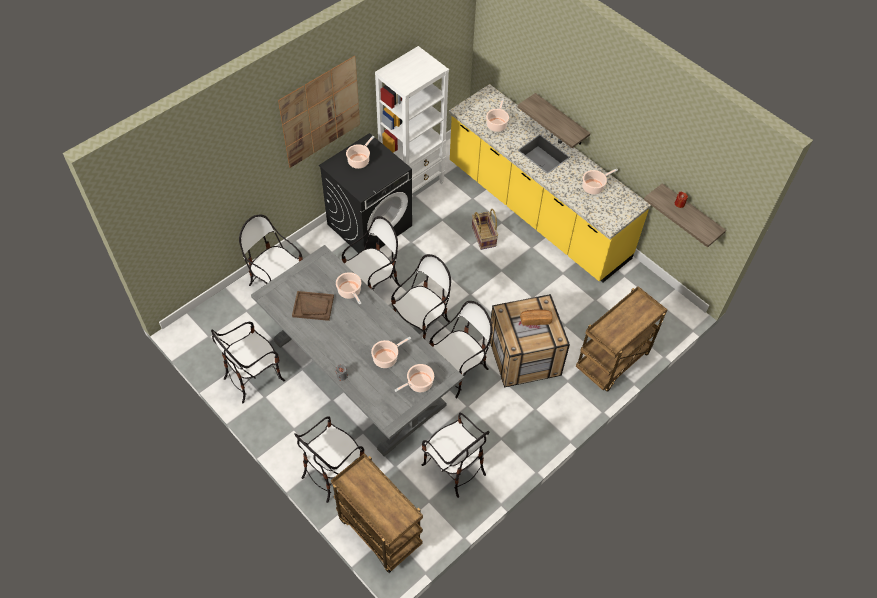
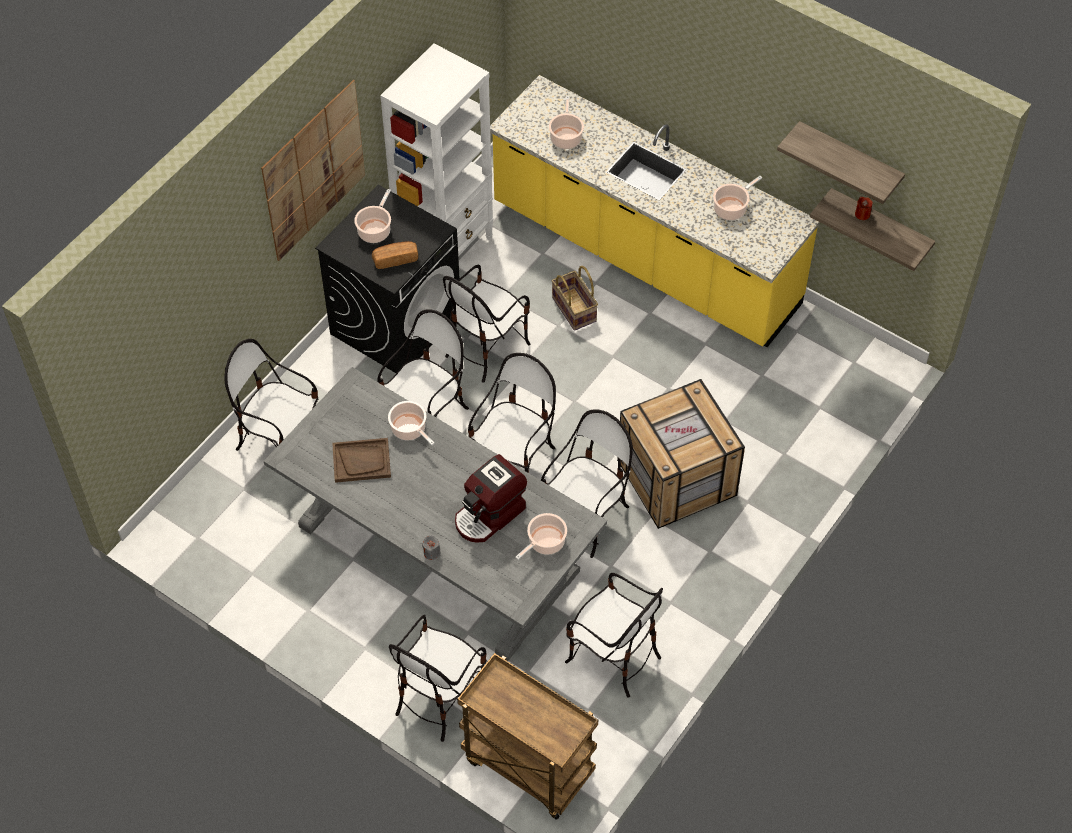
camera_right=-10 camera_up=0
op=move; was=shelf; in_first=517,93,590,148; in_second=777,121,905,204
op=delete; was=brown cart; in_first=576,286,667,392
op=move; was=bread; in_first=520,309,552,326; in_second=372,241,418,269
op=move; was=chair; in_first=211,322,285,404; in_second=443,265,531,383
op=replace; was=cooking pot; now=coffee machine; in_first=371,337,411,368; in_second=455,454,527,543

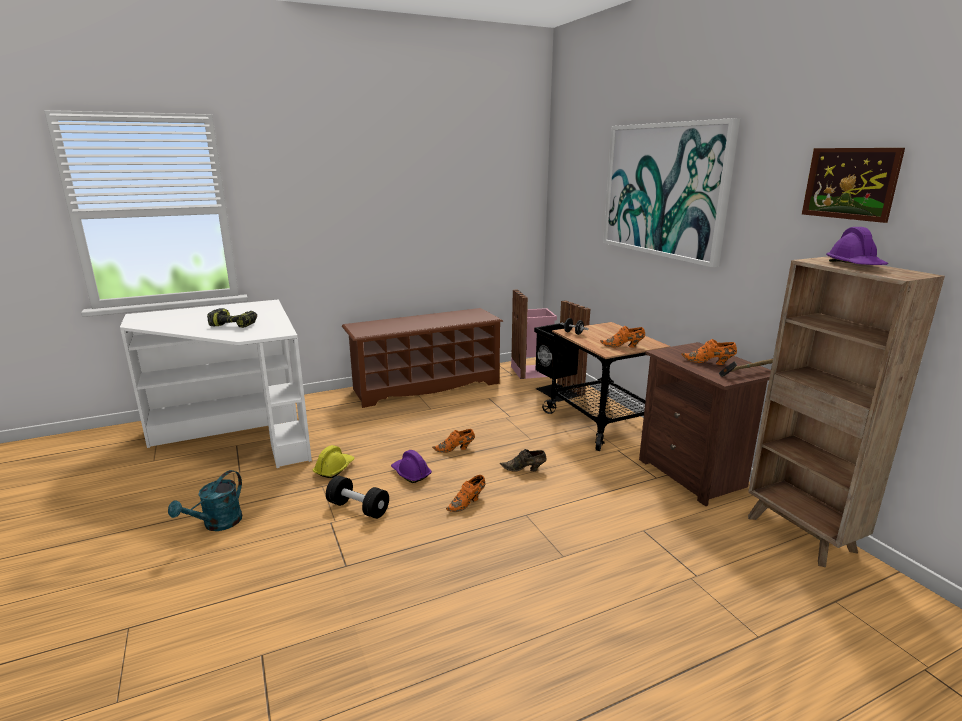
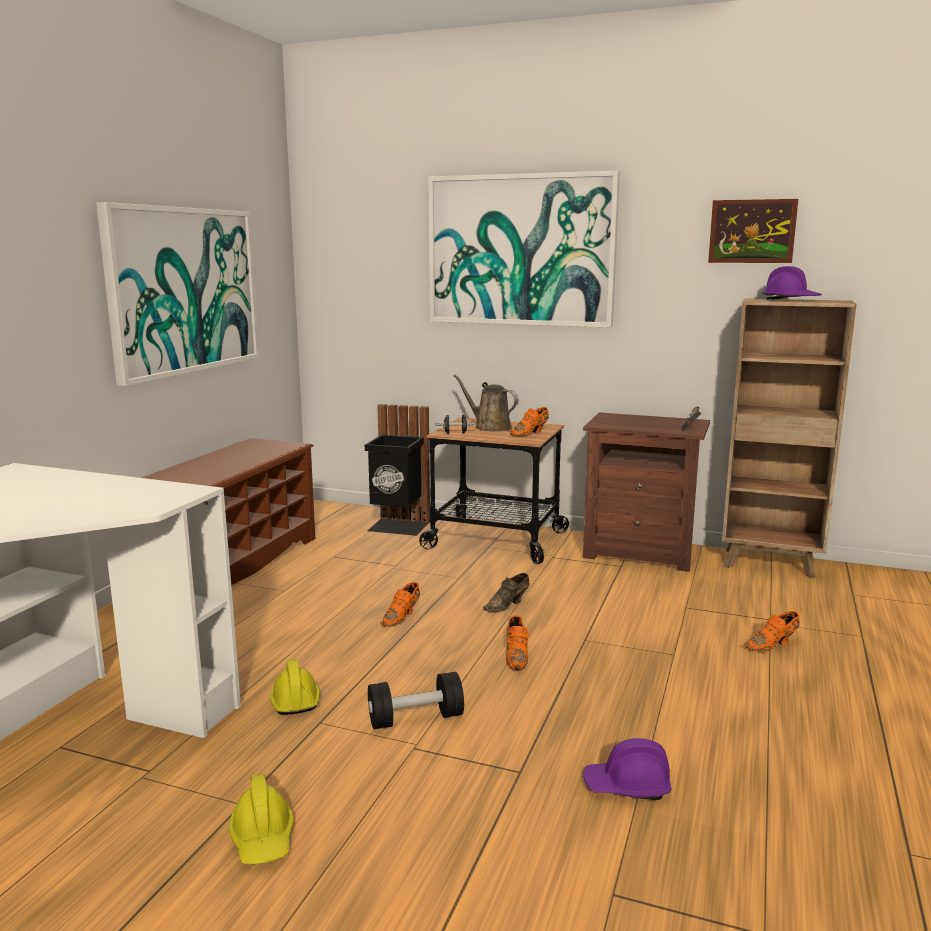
camera_right=-45 camera_up=-5
op=delete; was=pink trash can; in_first=511,290,557,379
op=delete; was=power drill; in_first=207,308,257,328
op=move; was=orange shoe; in_first=681,339,737,365; in_second=745,611,800,651
op=move; was=purple hard hat; in_first=391,450,432,483; in_second=583,738,671,800
op=replace; was=turquoise watering can; now=yellow hard hat; in_first=168,470,242,531; in_second=229,774,294,864
op=insert; now=picture; in_second=96,202,259,386
op=insert; now=brown watering can; in_second=453,374,519,431

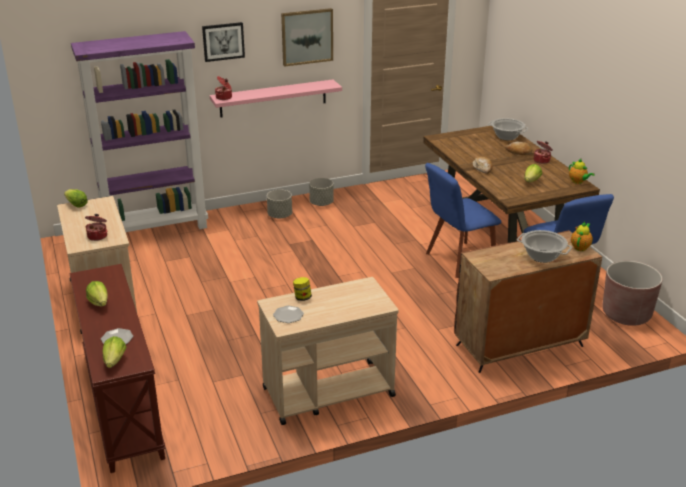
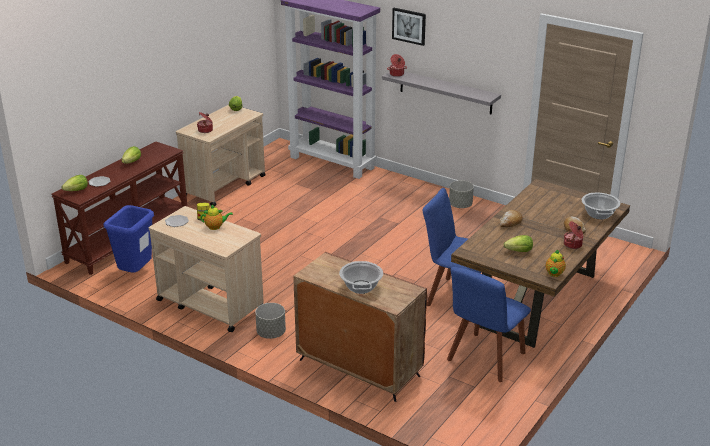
camera_right=55 camera_up=0
op=delete; was=picture; in_first=281,8,333,67
op=recolor; was=pink shelf; now=grey shelf; in_first=210,79,342,117; in_second=382,71,501,115
op=move; was=grey planter; in_first=267,190,292,219; in_second=255,303,286,339
op=move; was=teapot; in_first=571,222,593,251; in_second=200,205,233,230
op=delete; was=brown planter; in_first=603,261,663,326
op=insert; now=blue trash can; in_second=103,205,154,273

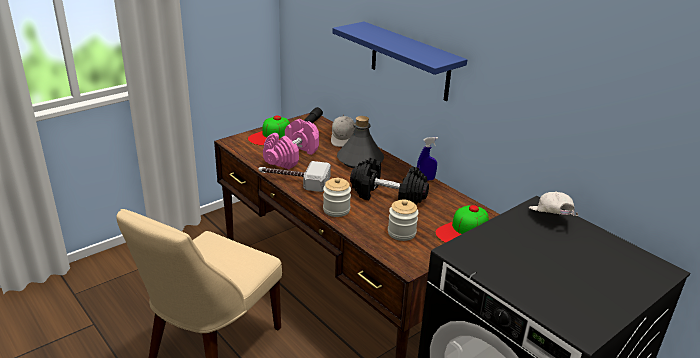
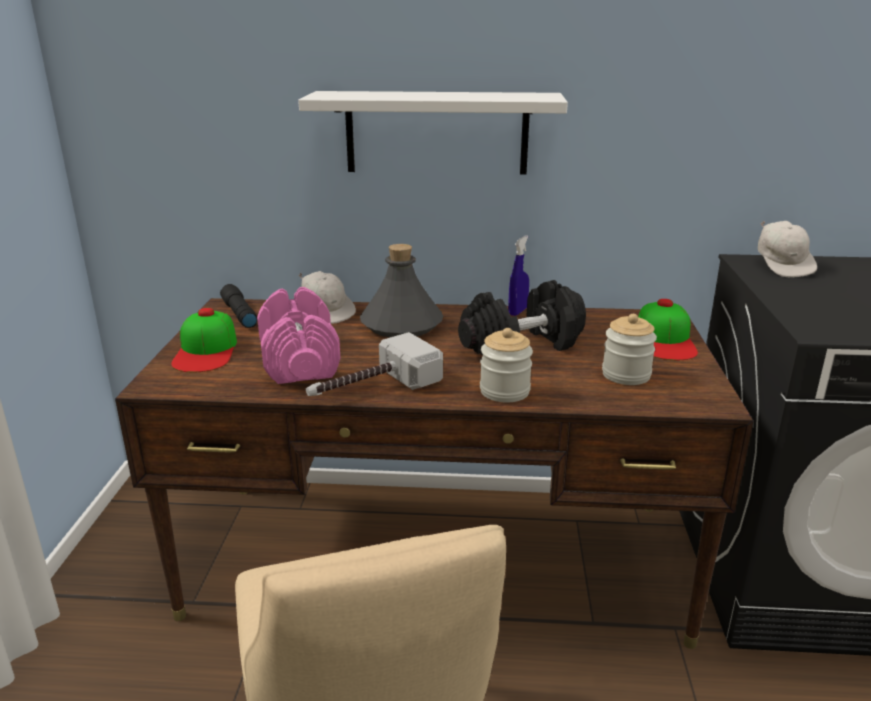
camera_right=-45 camera_up=-5
op=recolor; was=blue shelf; now=white shelf; in_first=333,22,467,101; in_second=298,91,568,175
op=rotate; was=white cap; in_first=529,191,578,216; in_second=758,221,817,277; clockwise=-120

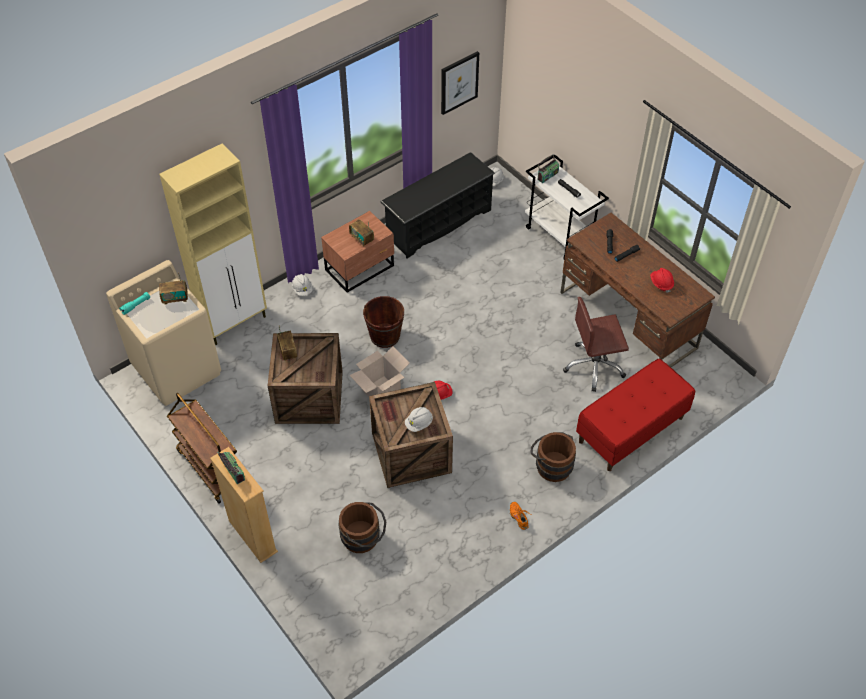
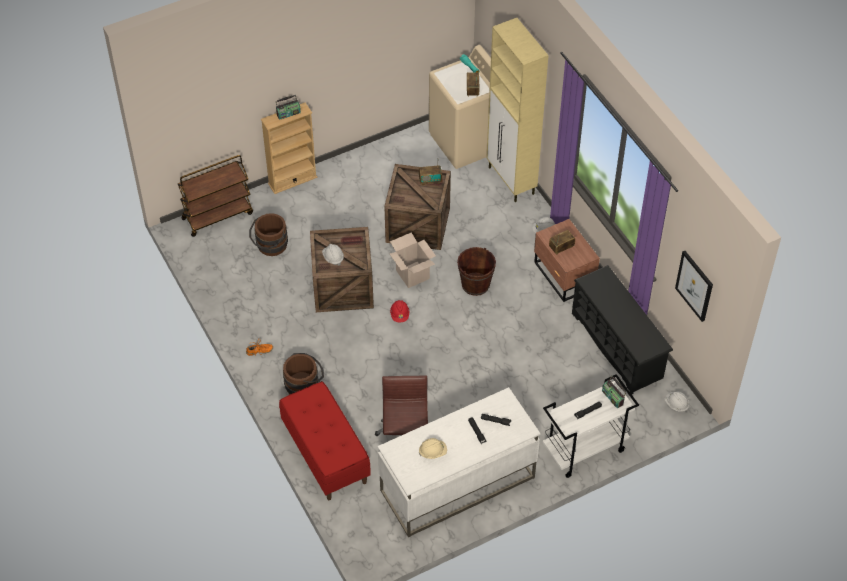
camera_right=100 camera_up=0
op=recolor; was=brown desk; now=white desk; in_first=560,213,715,367; in_second=378,387,541,537
op=recolor; was=red hard hat; now=beige hard hat; in_first=650,268,674,293; in_second=419,438,447,459
op=move; was=brown cart; in_first=167,393,237,503; in_second=178,155,253,237

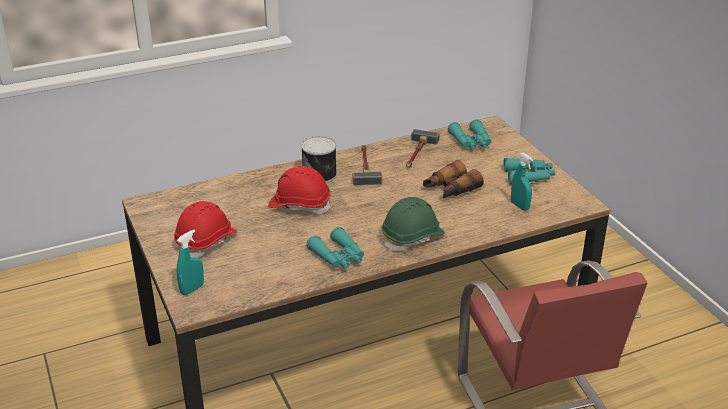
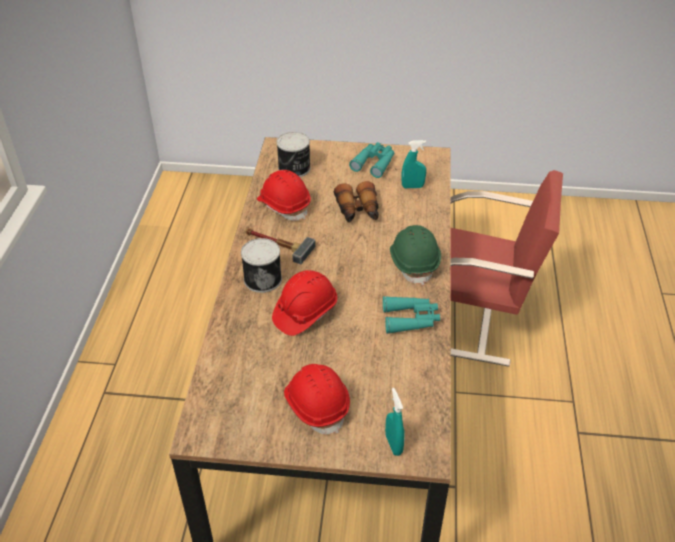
camera_right=-60 camera_up=10
op=replace; was=turquoise binoculars; now=can; in_first=448,119,491,150; in_second=277,132,311,177
op=replace; was=hammer; now=red hard hat; in_first=406,129,440,167; in_second=257,170,311,221

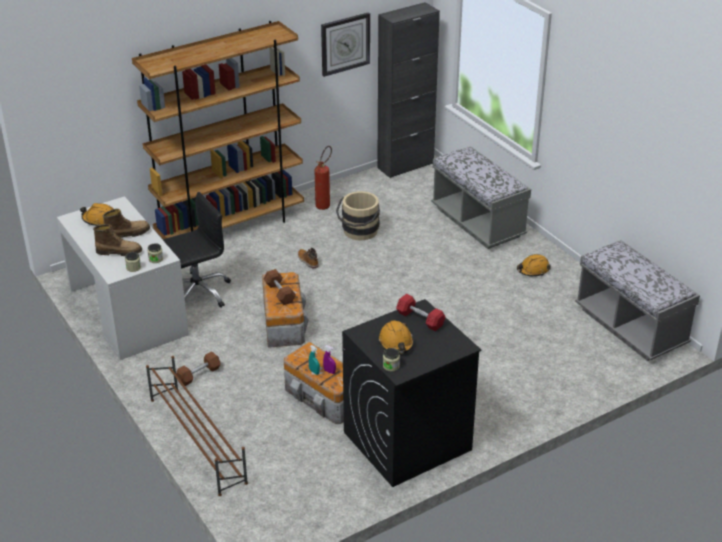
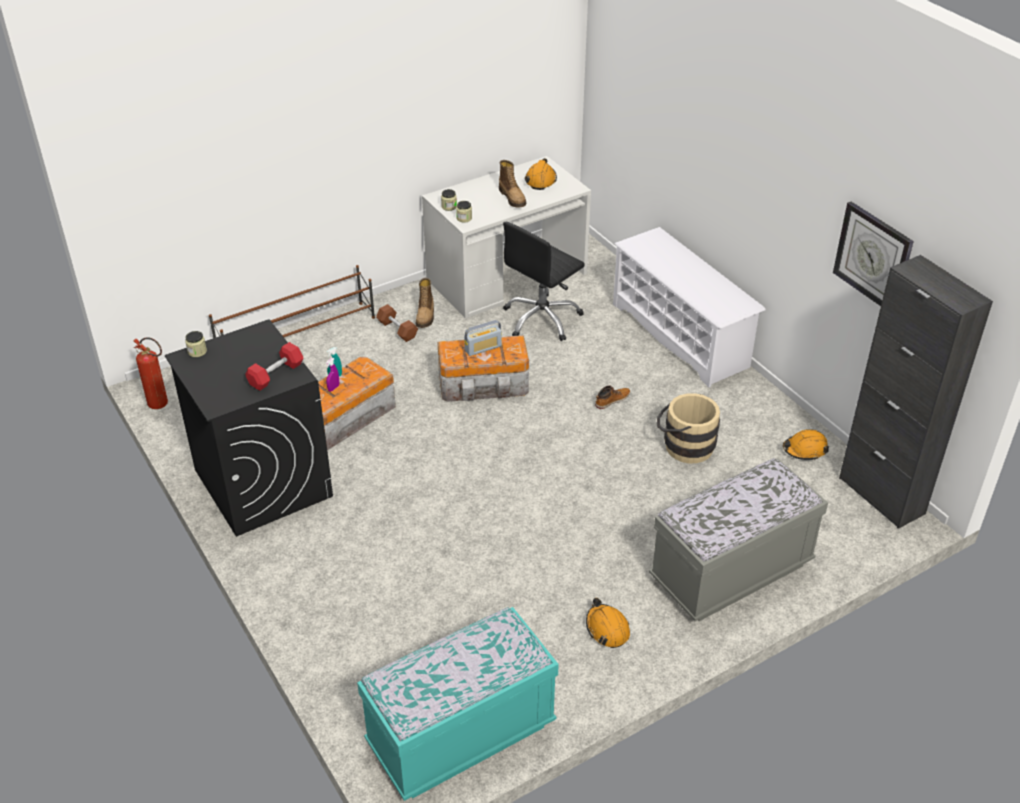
camera_right=90 camera_up=5
op=replace; was=brown bookcase; now=white shoe rack; in_first=132,21,304,239; in_second=613,227,766,387
op=move; was=fire extinguisher; in_first=314,146,332,210; in_second=134,337,168,409
op=rotate; was=black office chair; in_first=163,192,231,308; in_second=503,222,585,341; clockwise=75
op=move; was=boot; in_first=93,224,142,256; in_second=416,278,434,328
op=recolor; was=grey bench; now=turquoise bench; in_first=575,240,700,361; in_second=357,607,559,801
op=replace; was=brown dumbbell; now=radio; in_first=264,269,296,305; in_second=464,320,502,356
op=move; was=orange hard hat; in_first=378,320,414,354; in_second=783,429,829,460

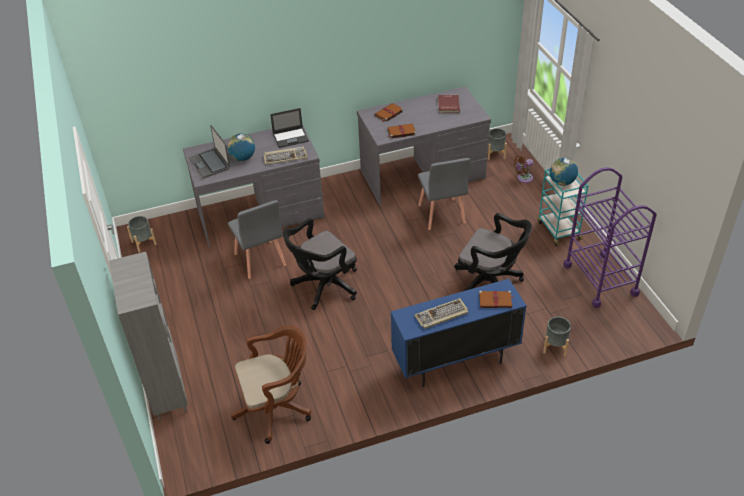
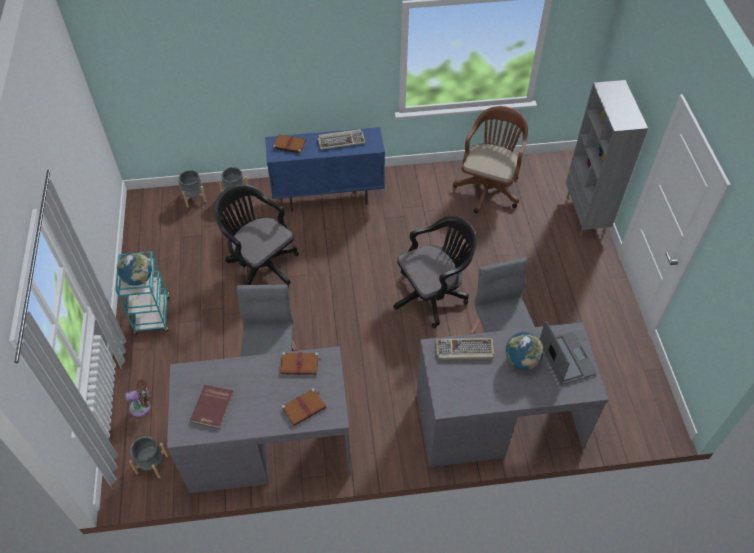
camera_right=-170 camera_up=10
op=delete; was=laptop; in_first=270,108,309,148
op=delete; was=purple cart; in_first=563,167,657,308
op=move; was=grey planter; in_first=127,216,157,252; in_second=178,170,207,208
op=rotate; was=brown office chair; in_first=231,325,311,444; in_second=453,106,528,213; clockwise=120

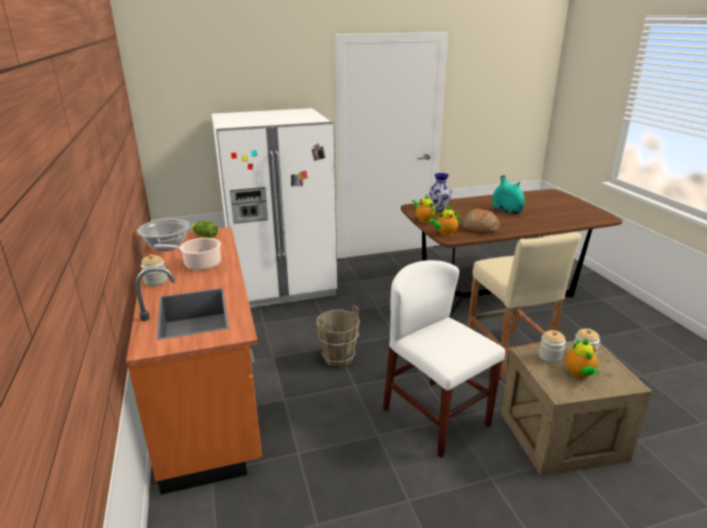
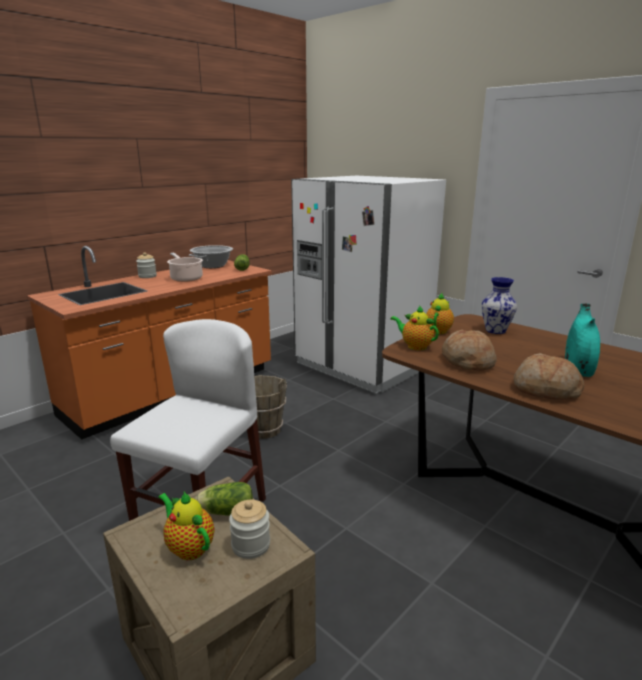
camera_right=60 camera_up=-5
op=delete; was=beige stool; in_first=467,232,581,380
op=replace; was=jar; now=lettuce; in_first=539,330,566,363; in_second=195,482,253,516
op=rotate; was=teapot; in_first=566,339,599,379; in_second=158,492,214,560; clockwise=75
op=insert; now=bread; in_second=513,353,585,400

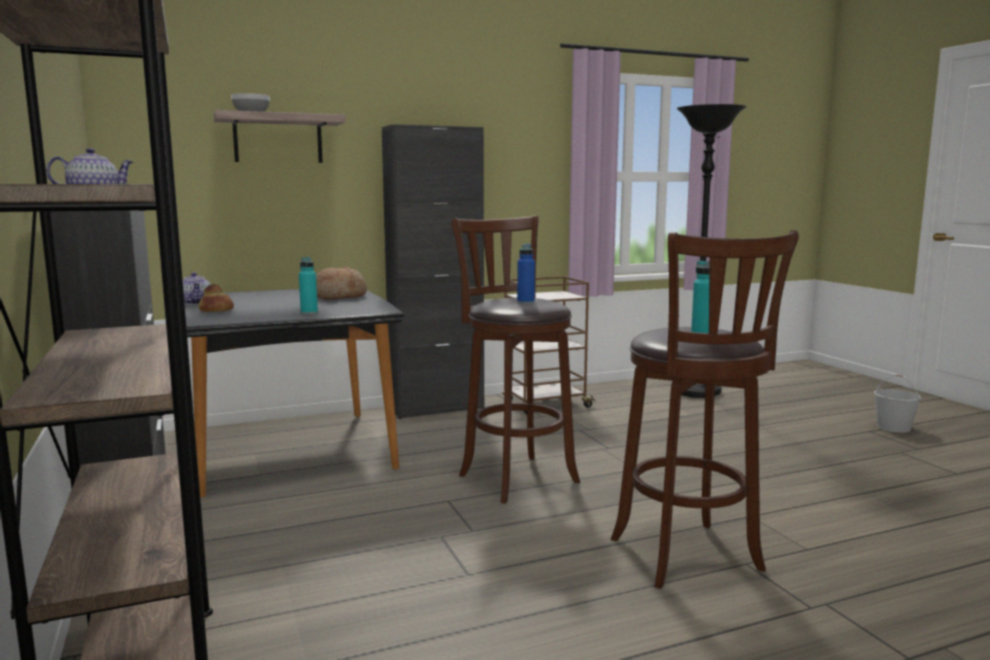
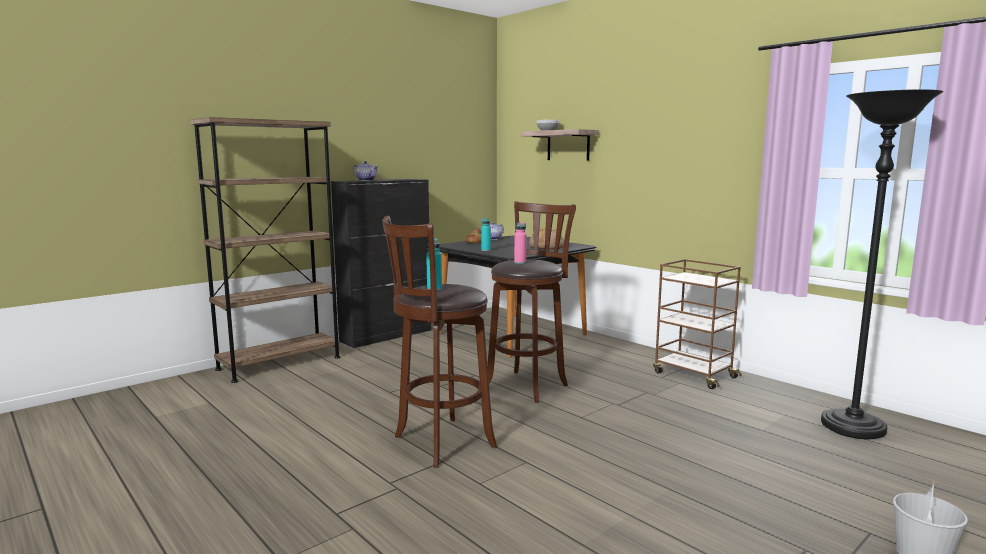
camera_right=70 camera_up=0
op=delete; was=black cabinet; in_first=382,124,484,419
op=recolor; was=blue bottle; now=pink bottle; in_first=517,244,535,304; in_second=514,222,527,264

